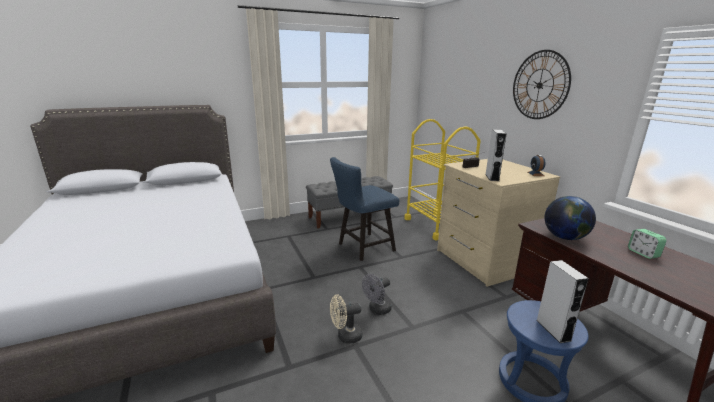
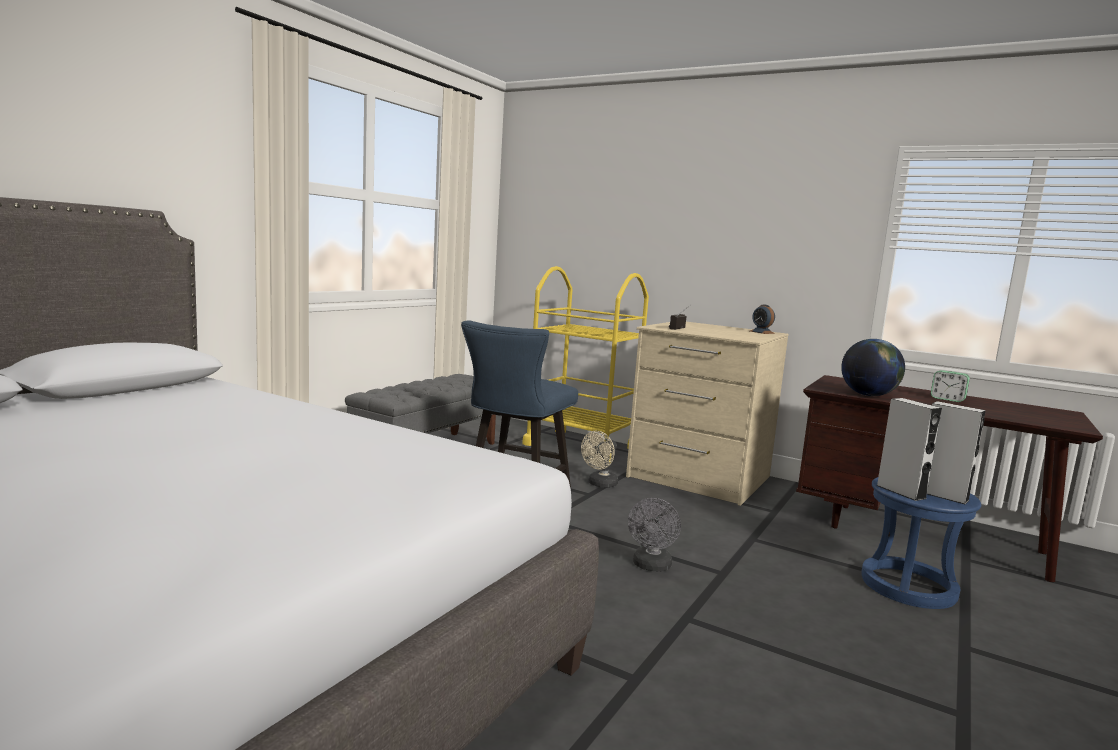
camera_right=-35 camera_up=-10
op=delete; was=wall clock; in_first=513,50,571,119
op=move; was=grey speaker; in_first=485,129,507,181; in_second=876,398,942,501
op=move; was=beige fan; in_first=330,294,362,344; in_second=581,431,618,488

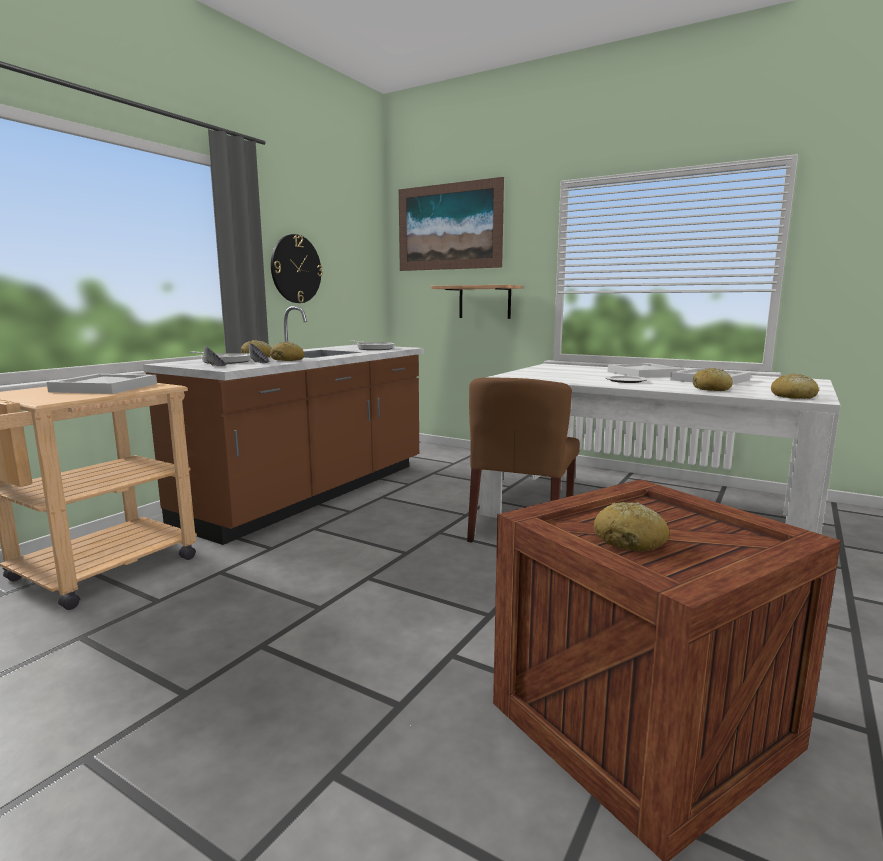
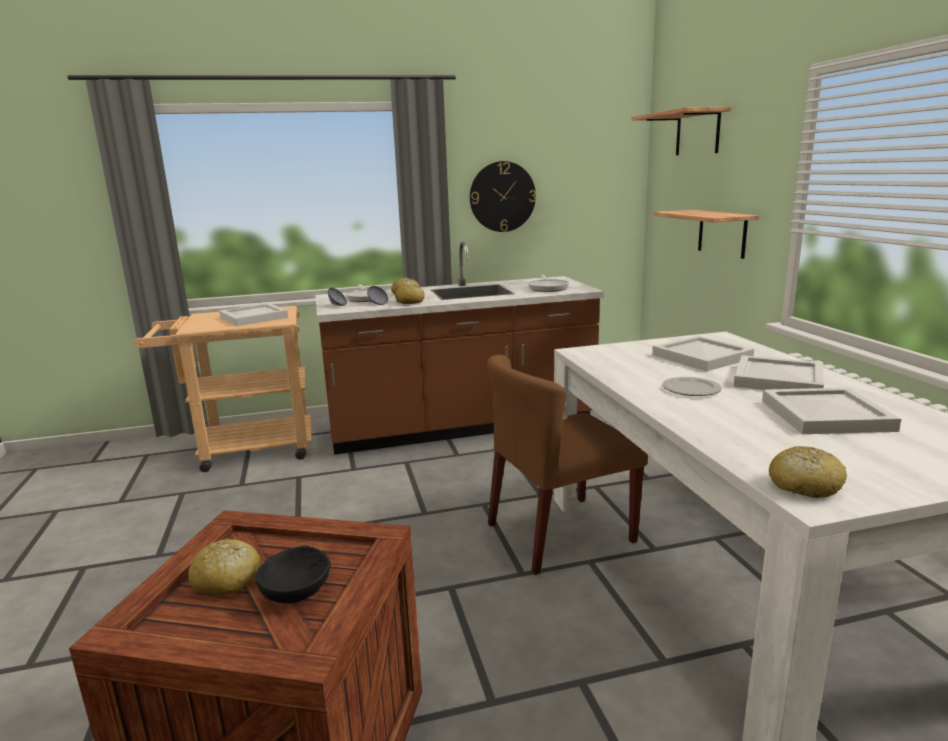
camera_right=45 camera_up=5
op=replace; was=picture; now=shelf; in_first=399,177,504,271; in_second=631,107,731,155
op=delete; was=bread; in_first=693,368,733,391
op=insert; now=white tray; in_second=652,336,754,371
op=insert; now=black bowl; in_second=255,546,331,603

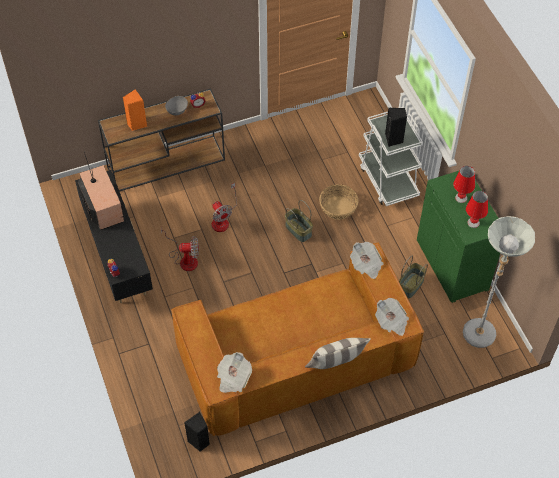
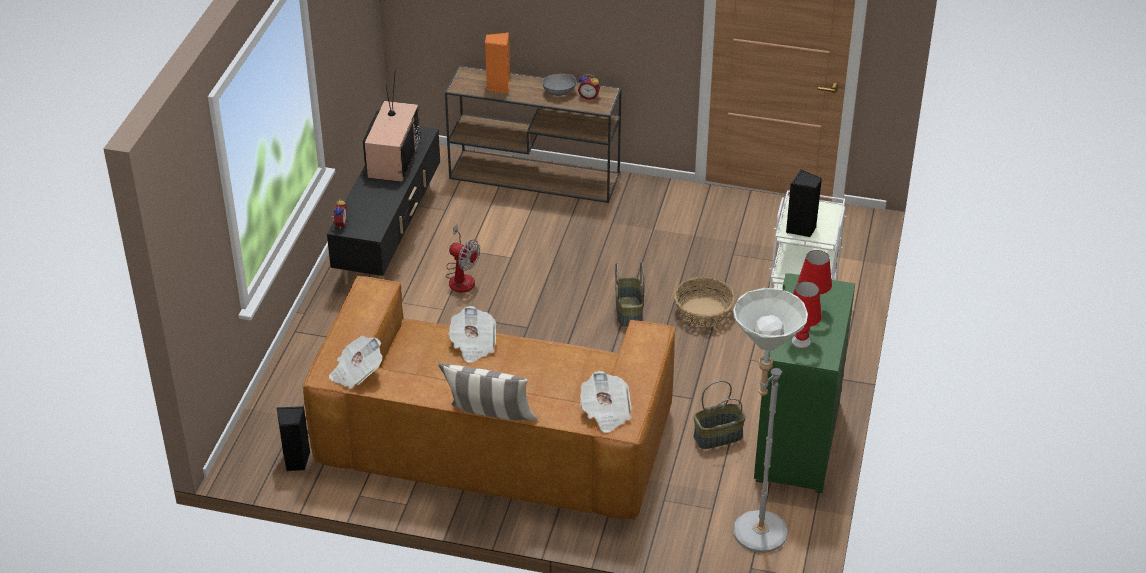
camera_right=35 camera_up=-15
op=delete; was=fan; in_first=212,183,237,232
op=move; was=newspaper; in_first=350,242,384,279; in_second=448,306,496,363

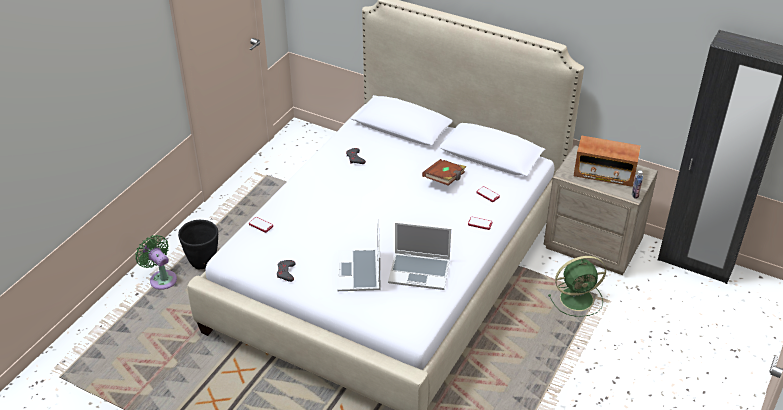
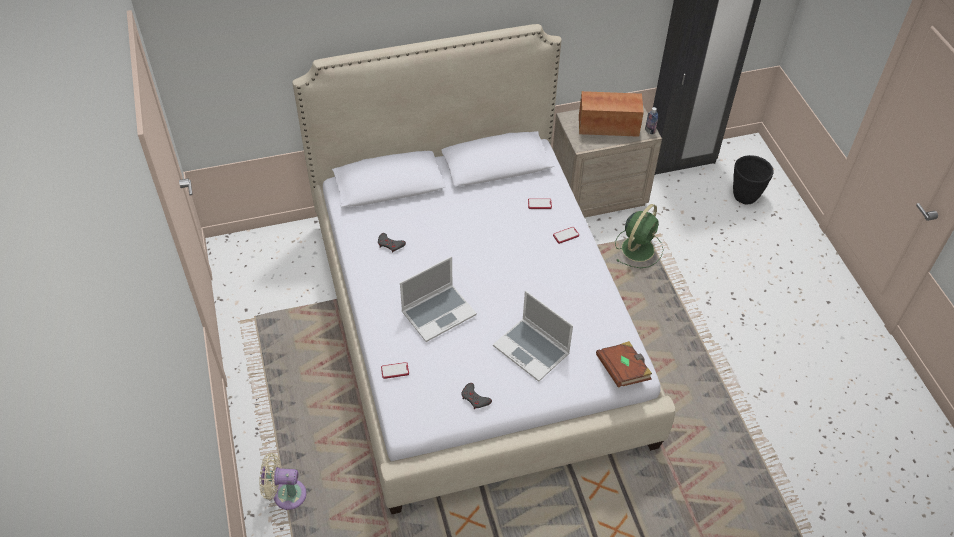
camera_right=-45 camera_up=10
op=rotate; was=radio; in_first=574,135,641,187; in_second=579,91,644,137; clockwise=-150
op=move; was=brown book; in_first=422,159,466,186; in_second=596,341,652,388
op=move; was=black planter; in_first=178,220,218,269; in_second=733,155,774,204
op=move; was=laptop; in_first=388,222,451,290; in_second=400,256,477,342
op=recolor; was=green fan; now=beige fan; in_first=135,235,177,290; in_second=259,453,307,510

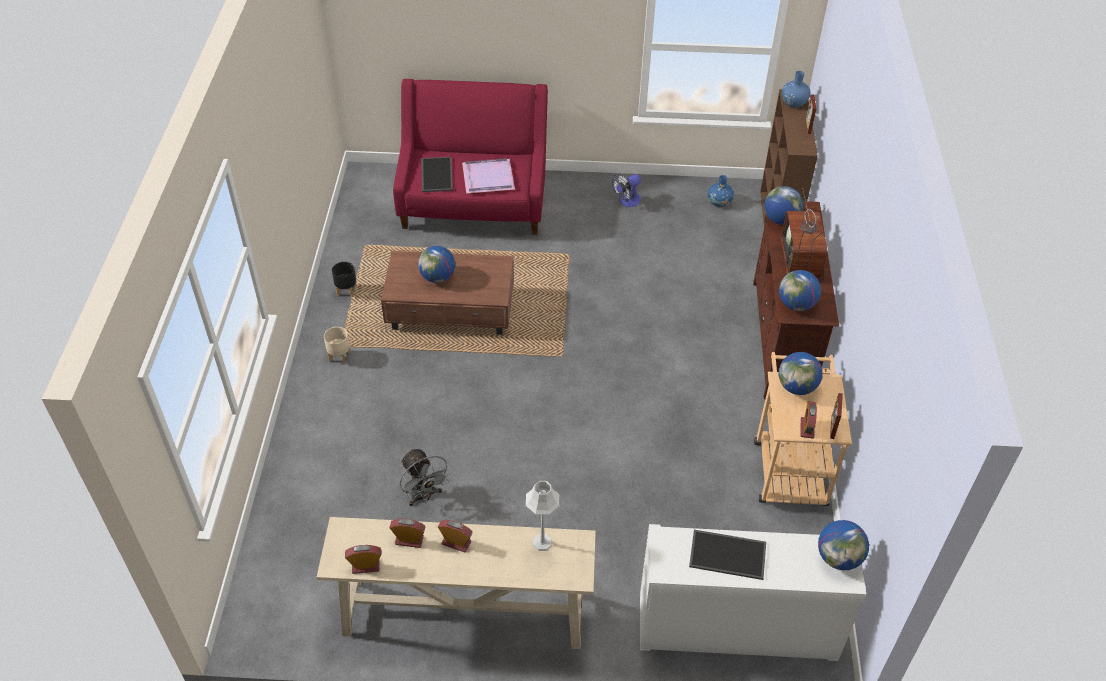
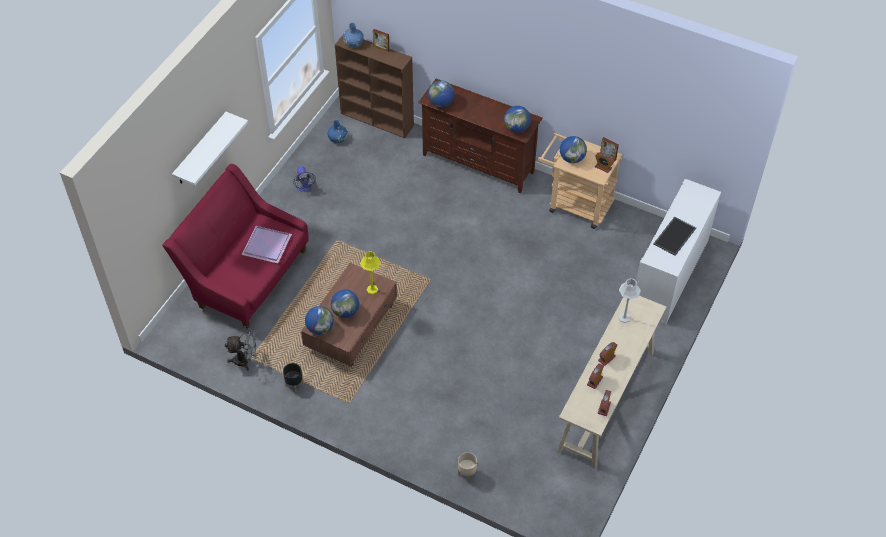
camera_right=-65 camera_up=5
op=delete; was=tray; in_first=421,157,453,192
op=delete; was=television; in_first=781,188,827,285
op=move; was=beige planter; in_first=324,327,351,365; in_second=458,452,477,482
op=move; was=grey fan; in_first=400,448,452,506; in_second=225,326,257,370
op=move; was=globe; in_first=818,520,869,570; in_second=305,306,334,335
op=insert; now=white shelf; in_second=172,112,248,186
op=insert; now=yellow table lamp; in_second=360,251,381,294

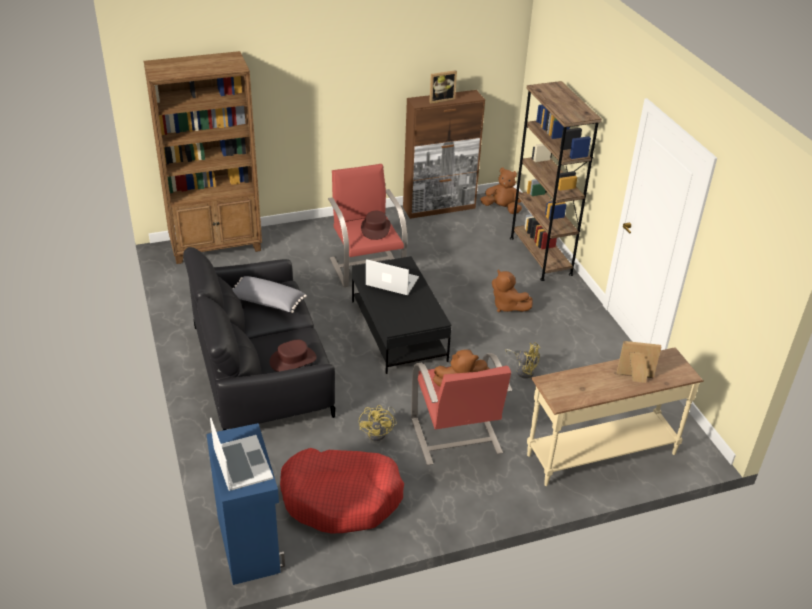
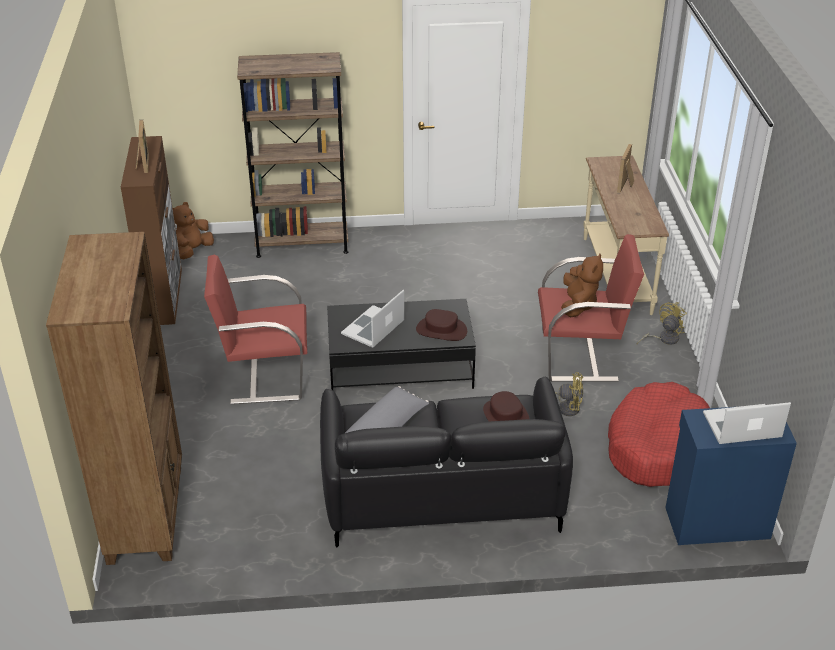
camera_right=-75 camera_up=0
op=move; was=brown hat; in_first=361,211,390,240; in_second=416,309,467,341
op=delete; was=brown plush toy; in_first=492,270,533,312
op=move; was=yellow fan; in_first=505,343,540,379; in_second=637,302,687,345

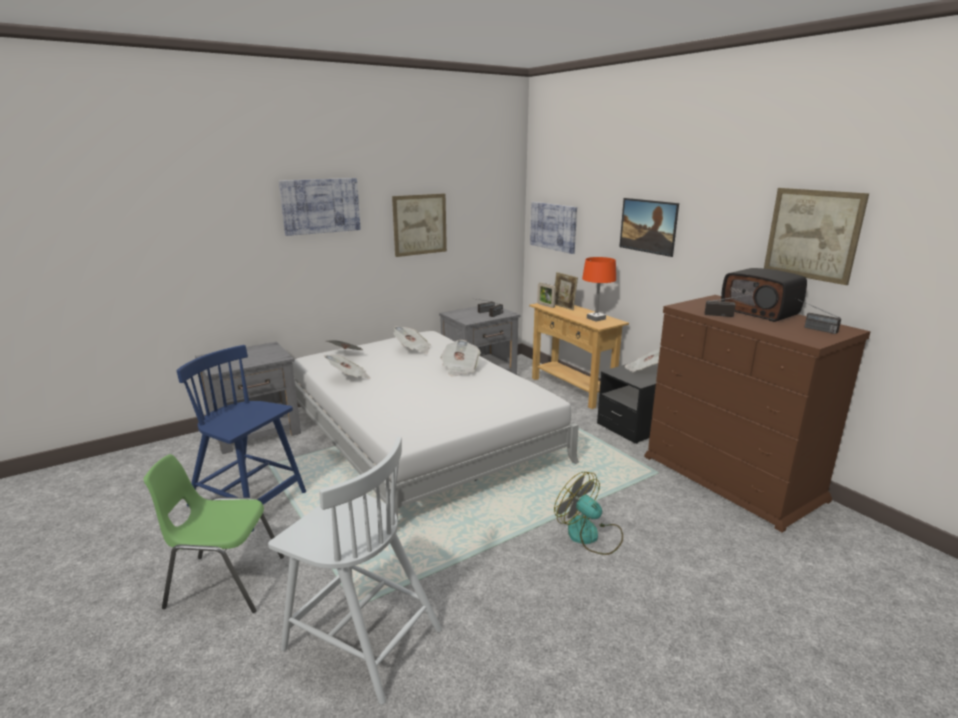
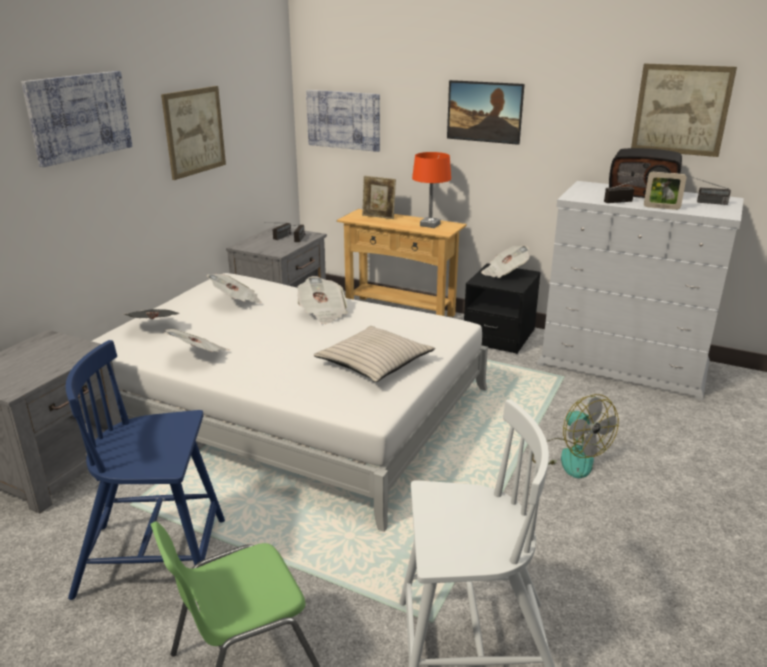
camera_right=-30 camera_up=5
op=move; was=picture frame; in_first=537,283,556,308; in_second=644,172,686,210
op=recolor; was=brown dresser; now=white dresser; in_first=644,295,871,533; in_second=537,181,744,400
op=rotate; was=fan; in_first=554,472,623,555; in_second=532,394,619,478; clockwise=-135
op=insert; now=beige pillow; in_second=314,326,435,382

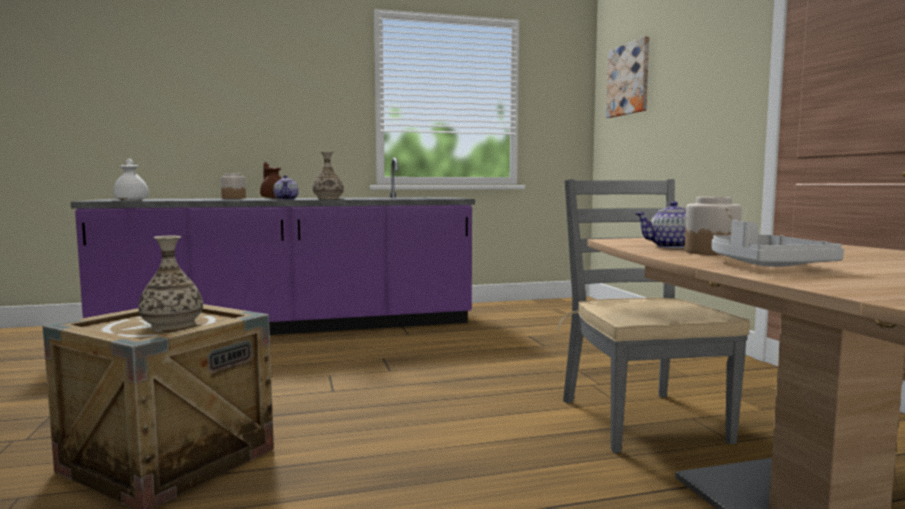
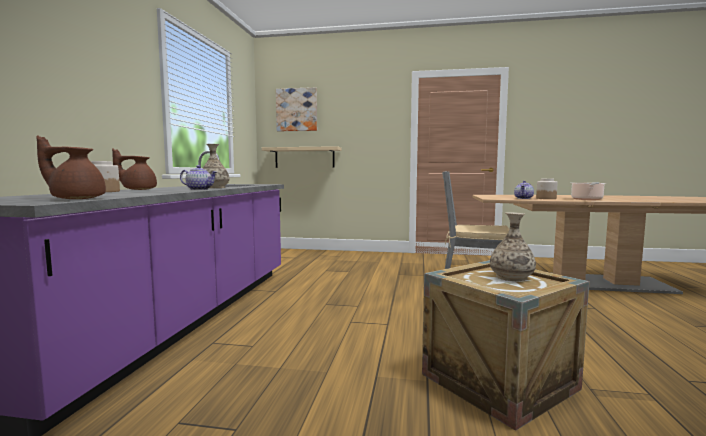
camera_right=-65 camera_up=0
op=recolor; was=white teapot; now=brown teapot; in_first=113,158,149,201; in_second=36,135,106,199
op=replace; was=grey tray; now=cooking pot; in_first=712,220,844,267; in_second=571,182,606,200
op=insert; now=beige shelf; in_second=262,146,342,168

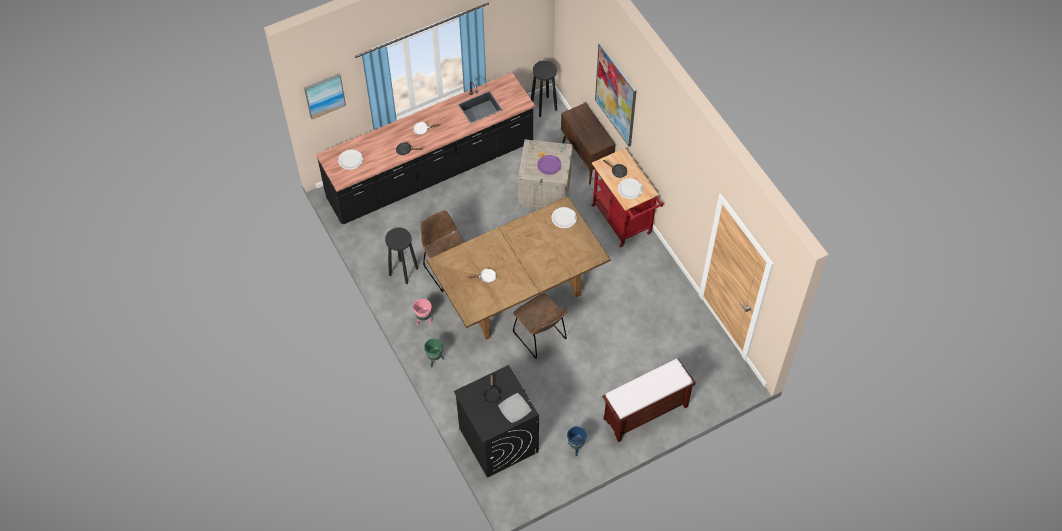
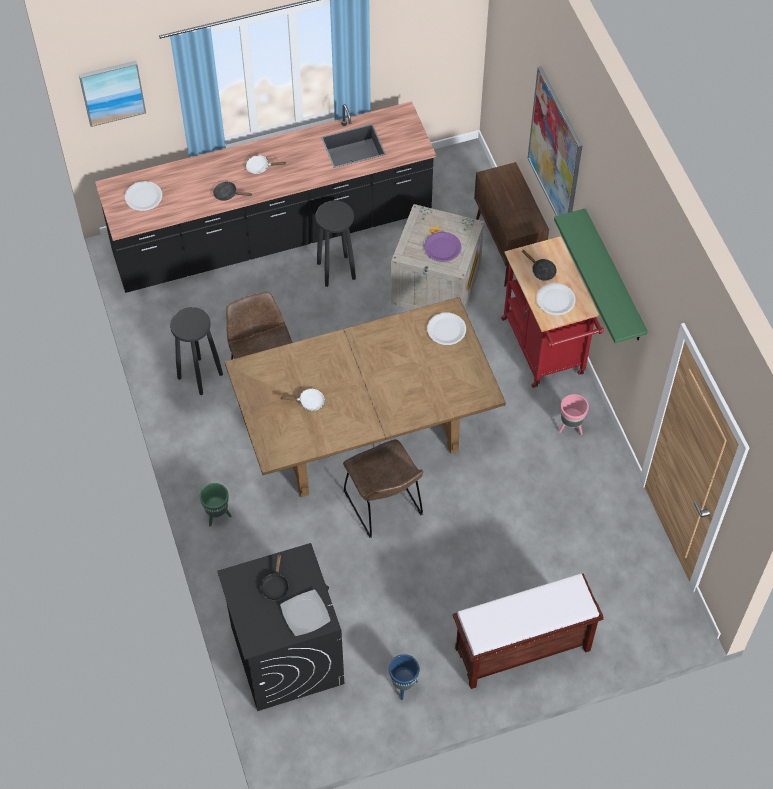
camera_right=10 camera_up=0
op=move; was=black stool; in_first=531,60,557,117; in_second=315,200,356,287
op=move; was=pink planter; in_first=413,299,432,325; in_second=559,394,589,435
op=insert; now=green shelf; in_second=554,208,648,344

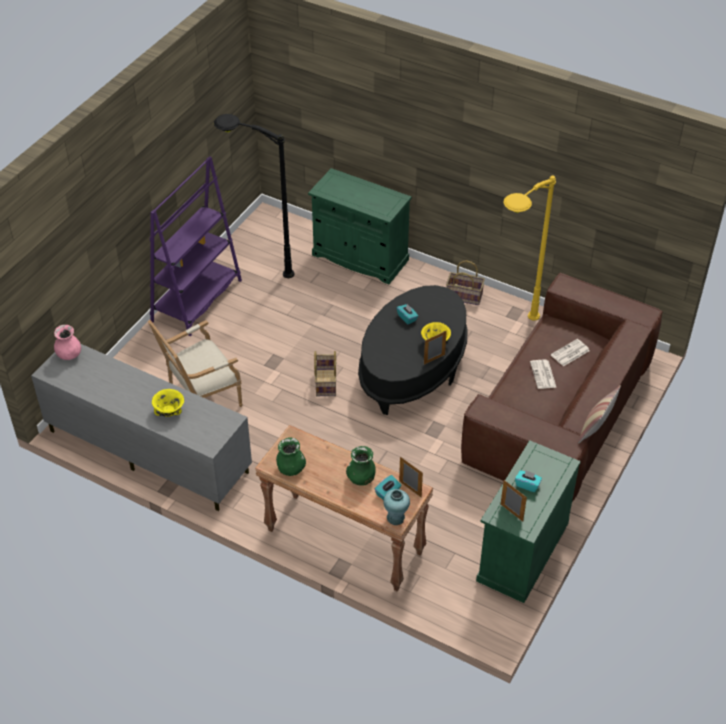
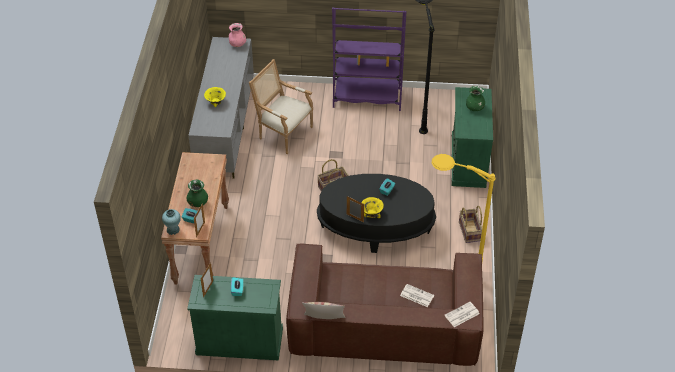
camera_right=65 camera_up=0
op=move; was=newspaper; in_first=530,359,557,389; in_second=445,302,480,327
op=move; was=green vase; in_first=276,438,306,476; in_second=466,86,485,111

